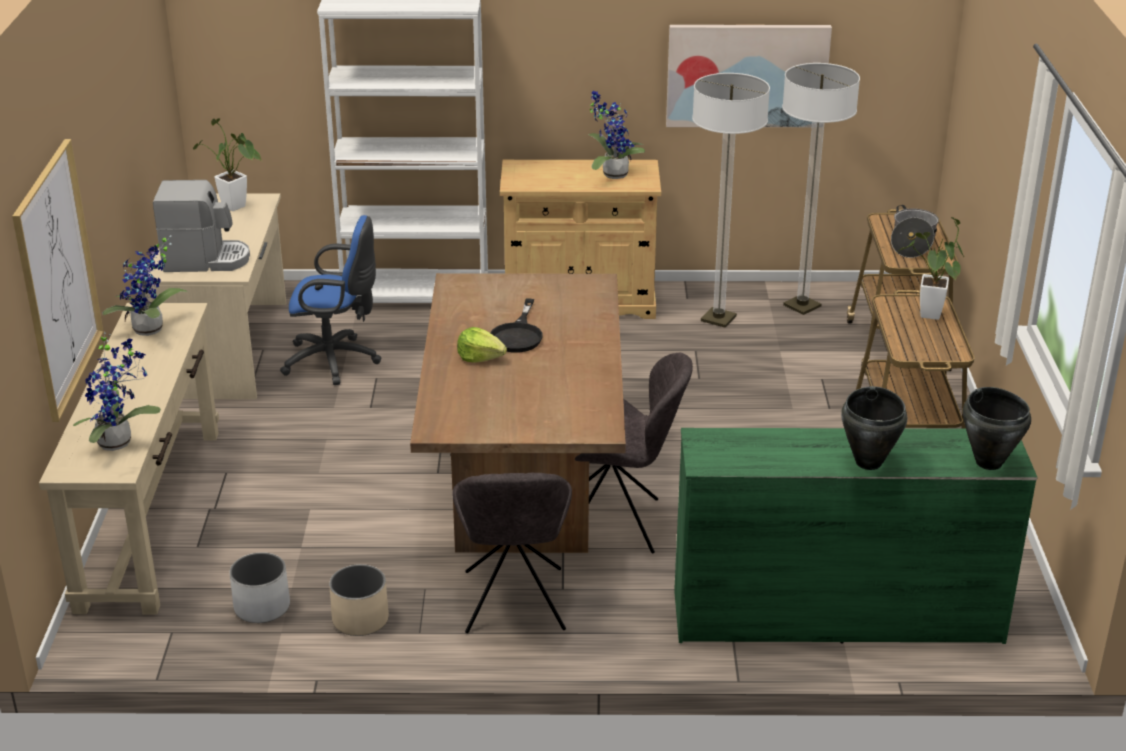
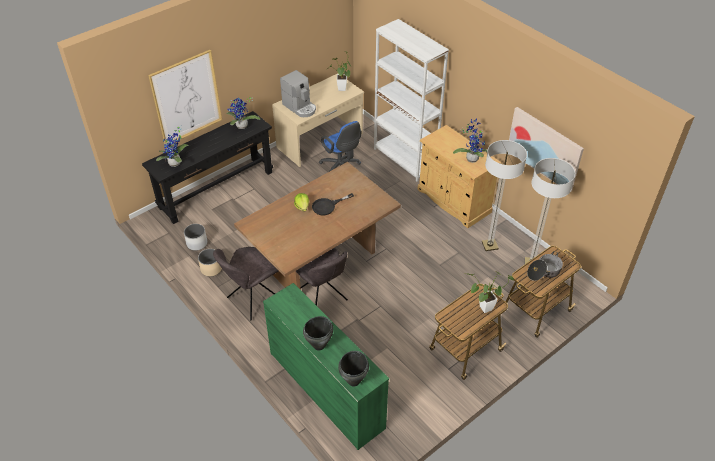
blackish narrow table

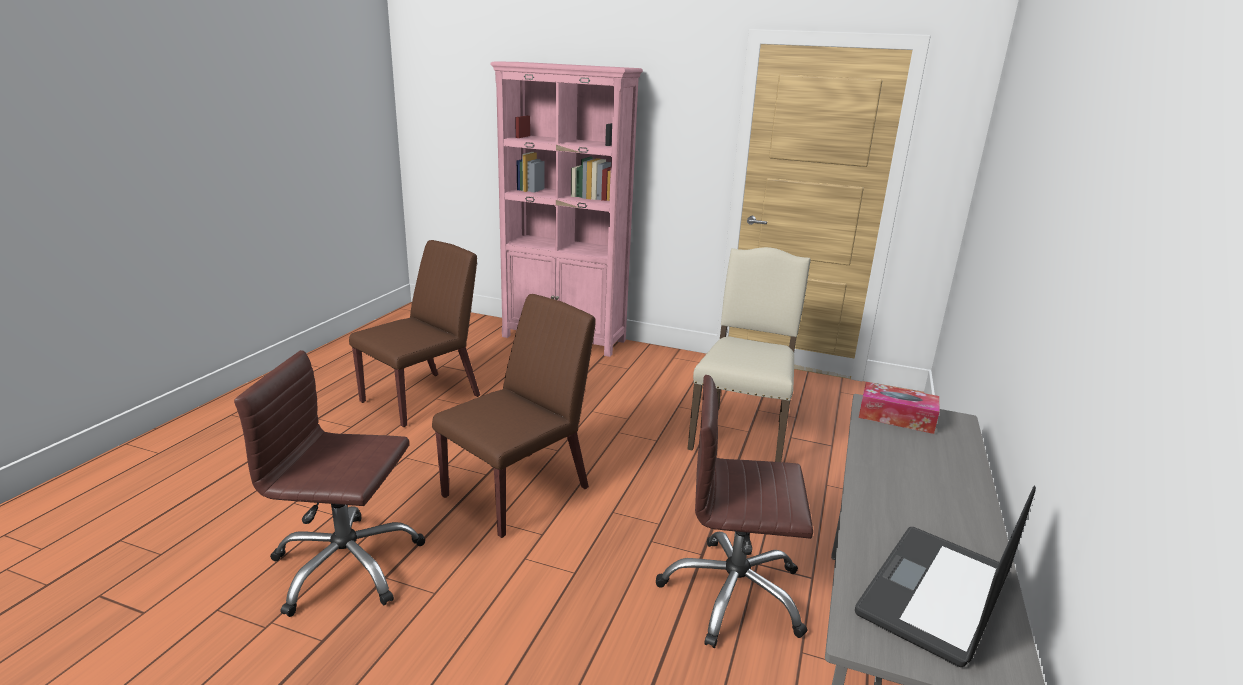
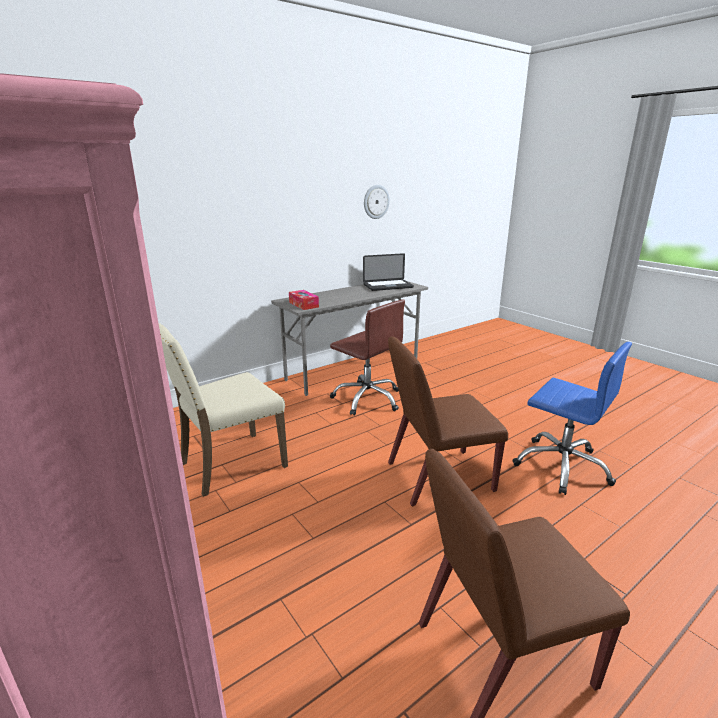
clock on the wall
blue desk chair

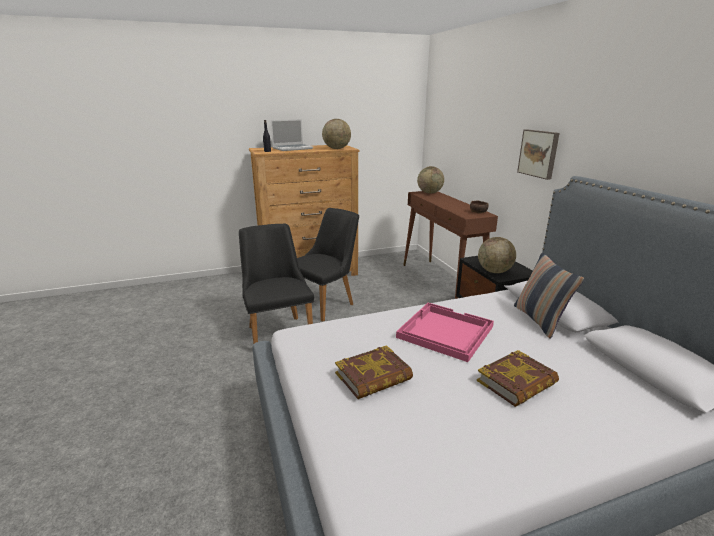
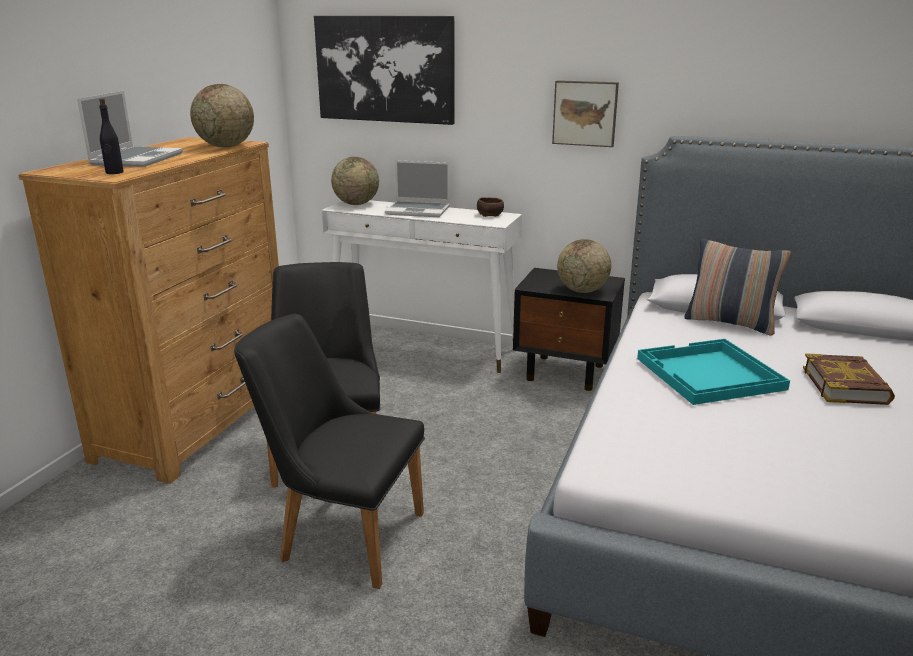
volume (1st from left in the first image)
picture (1st from left)
portable computer (2nd from left)
blue-green serving tray
white narrow table

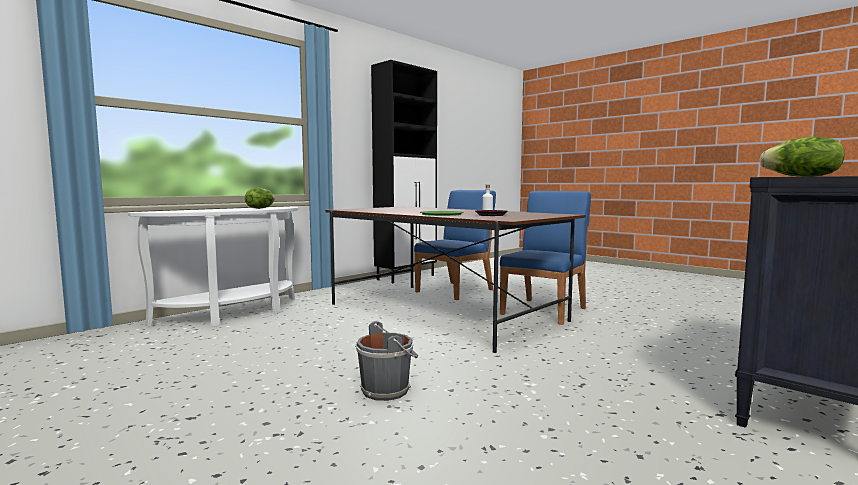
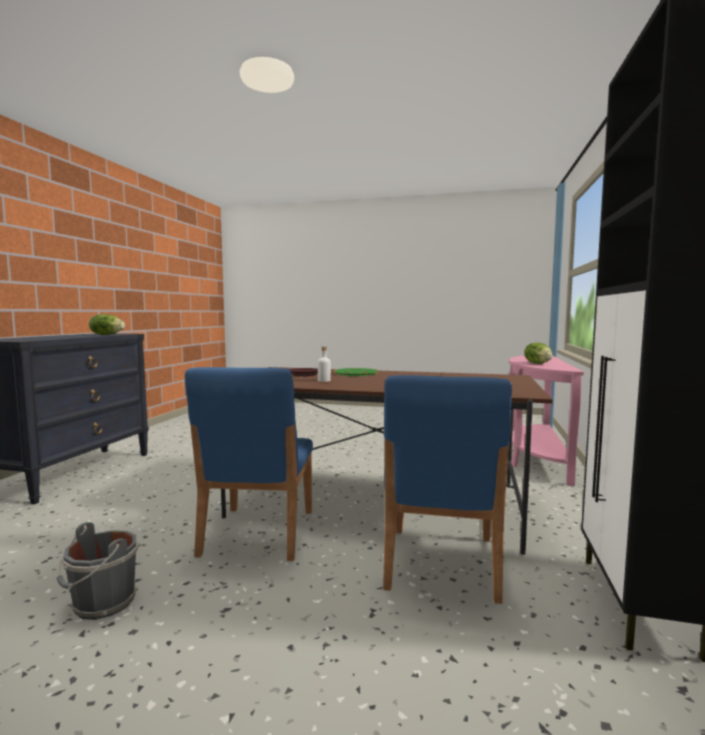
grey water bucket
pink-coloured narrow table

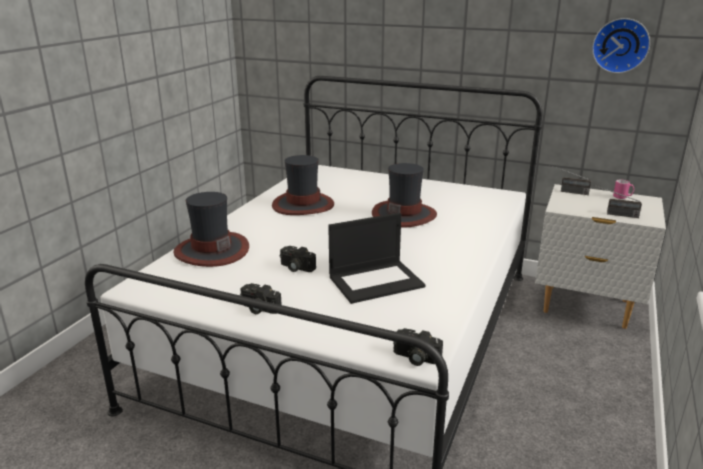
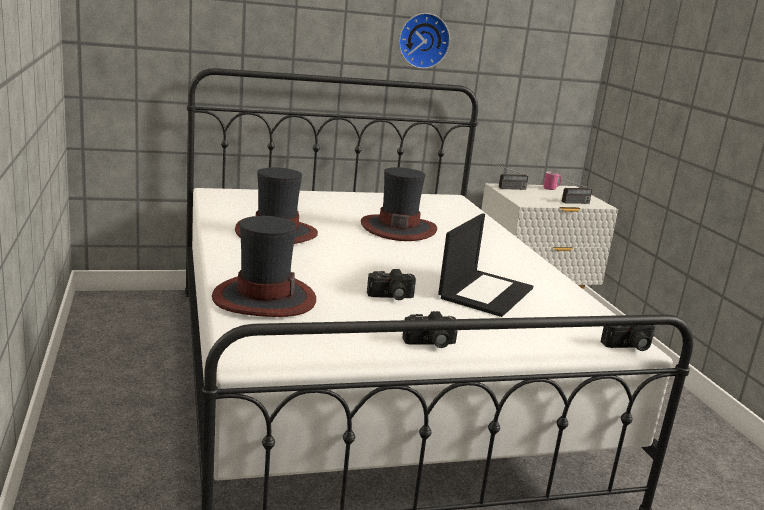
clock on the wall

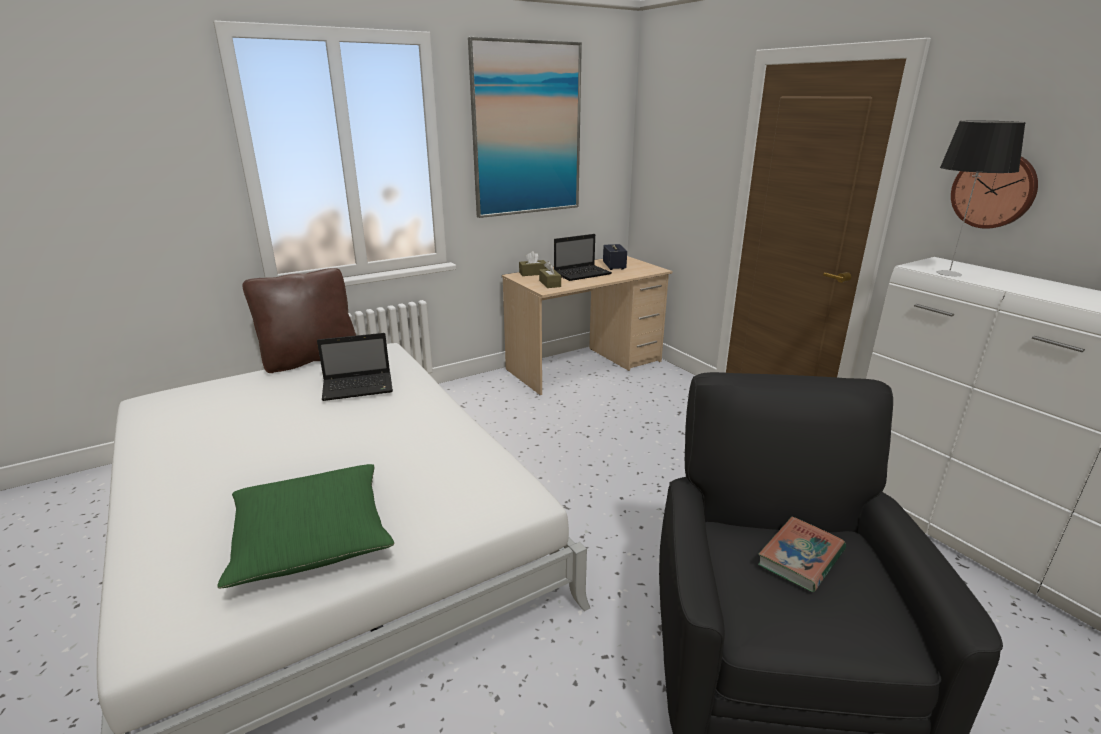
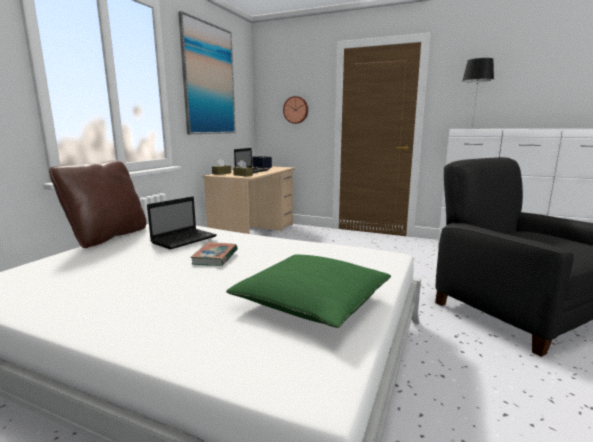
volume
clock on the wall

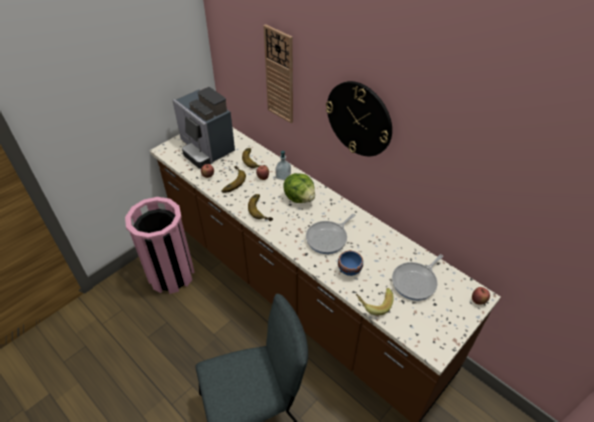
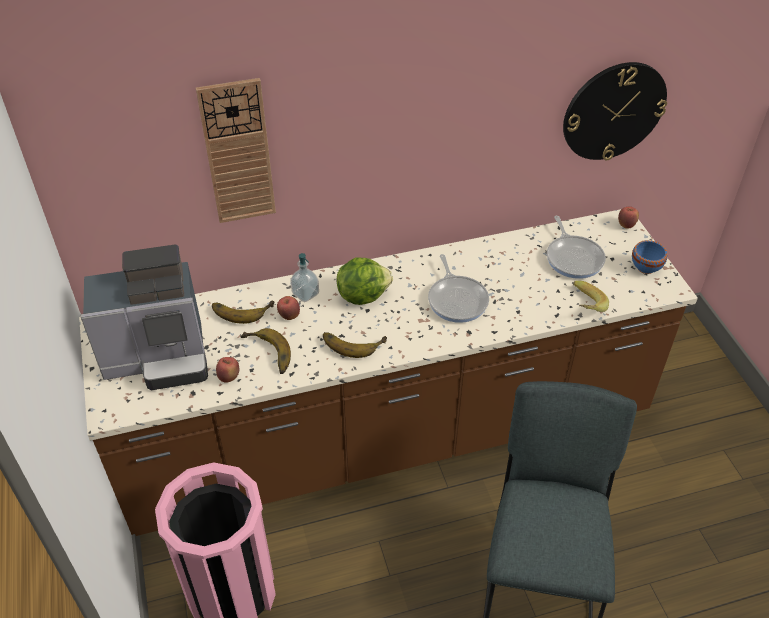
clock on the wall (2nd from left)
blue deep dish

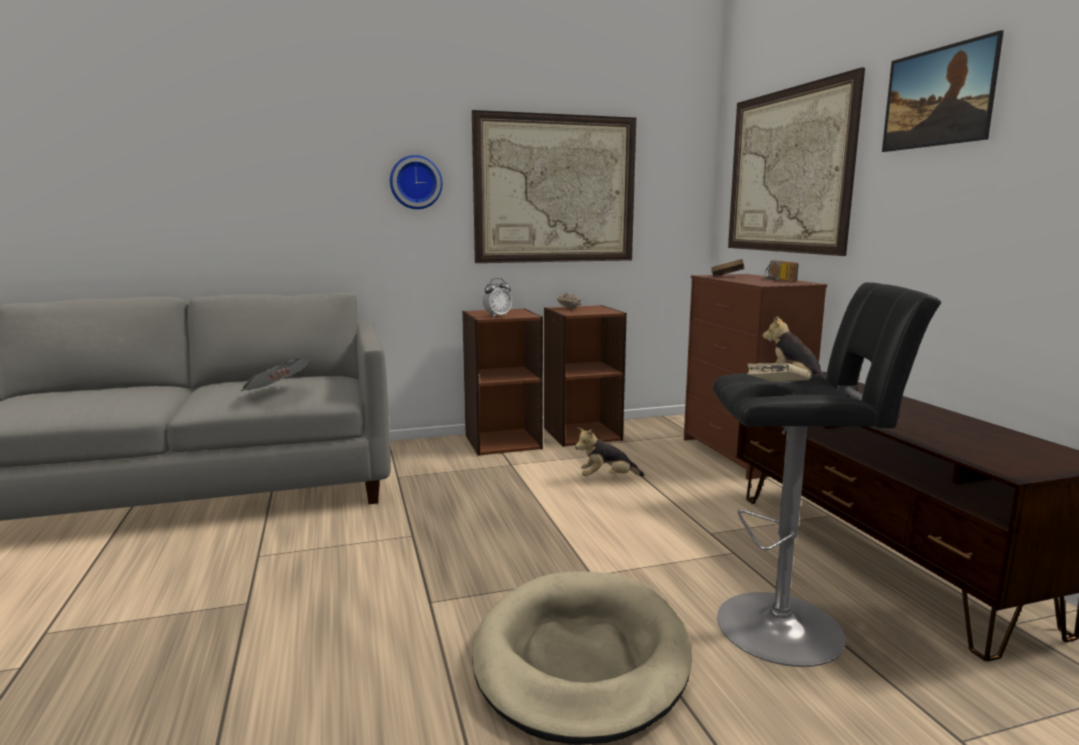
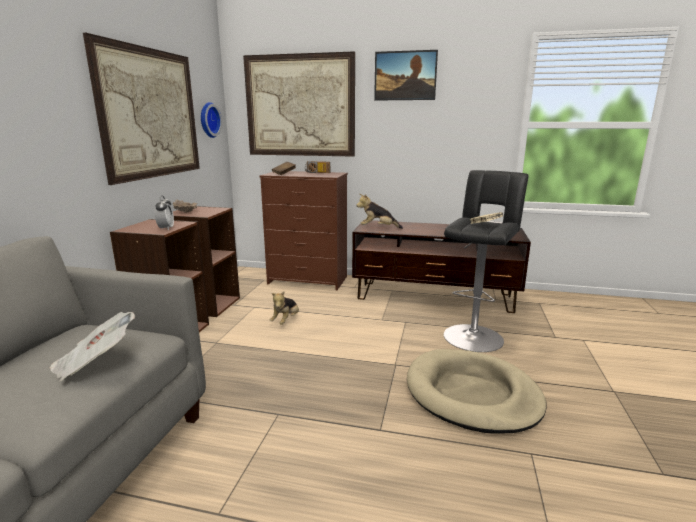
clock on the wall

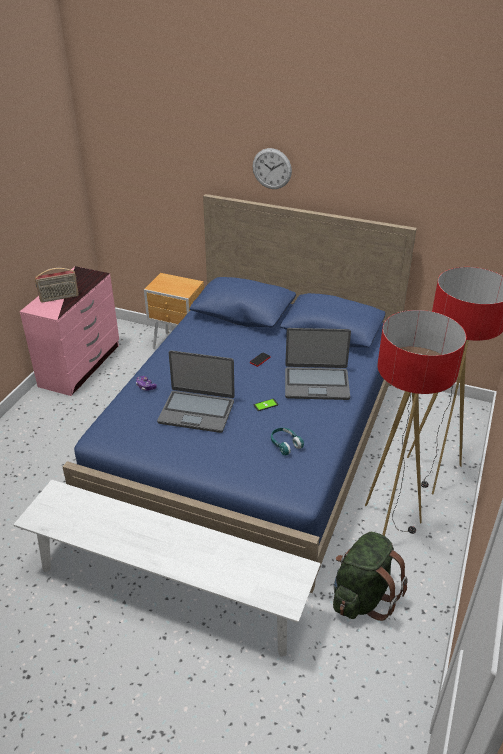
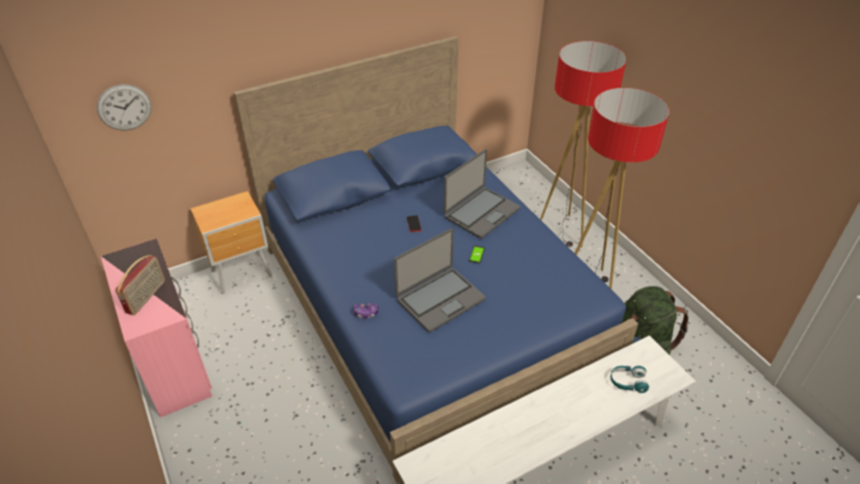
clock on the wall
blue-green headphones

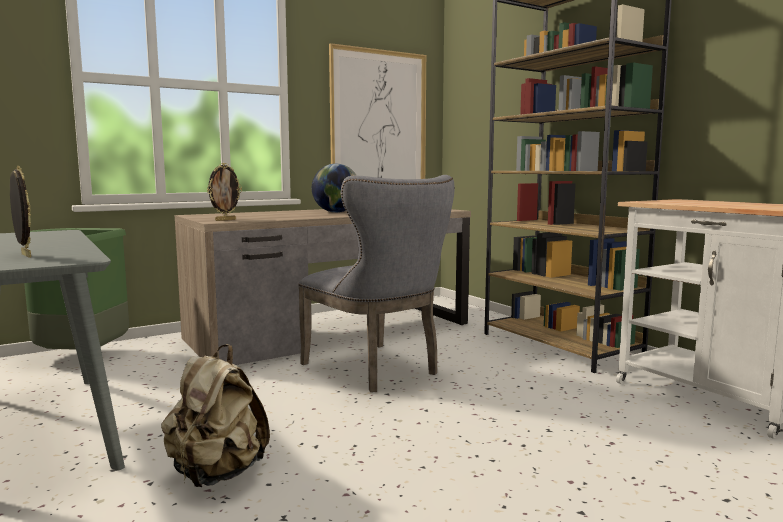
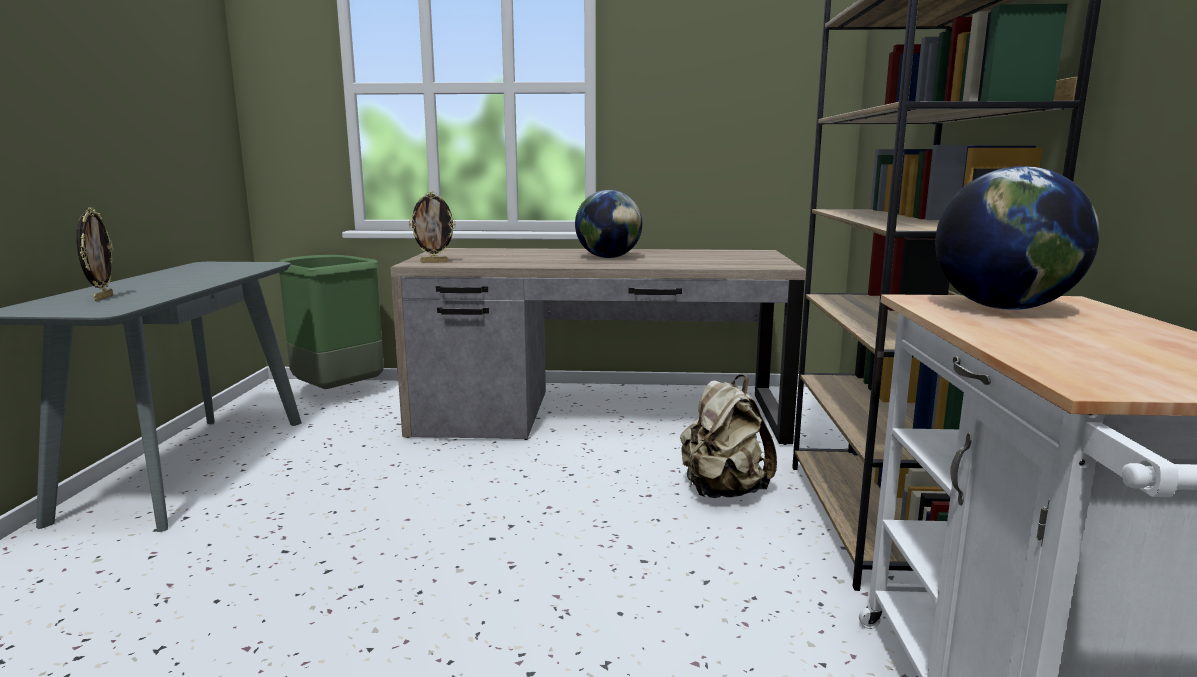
grey plain chair
picture
desk globe (2nd from left)
sand-coloured knapsack

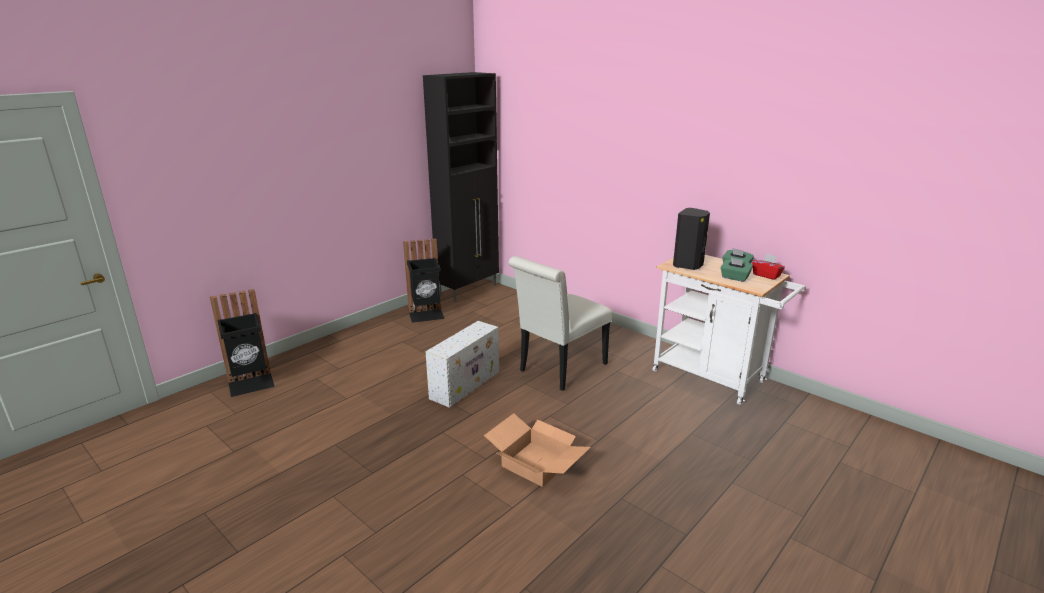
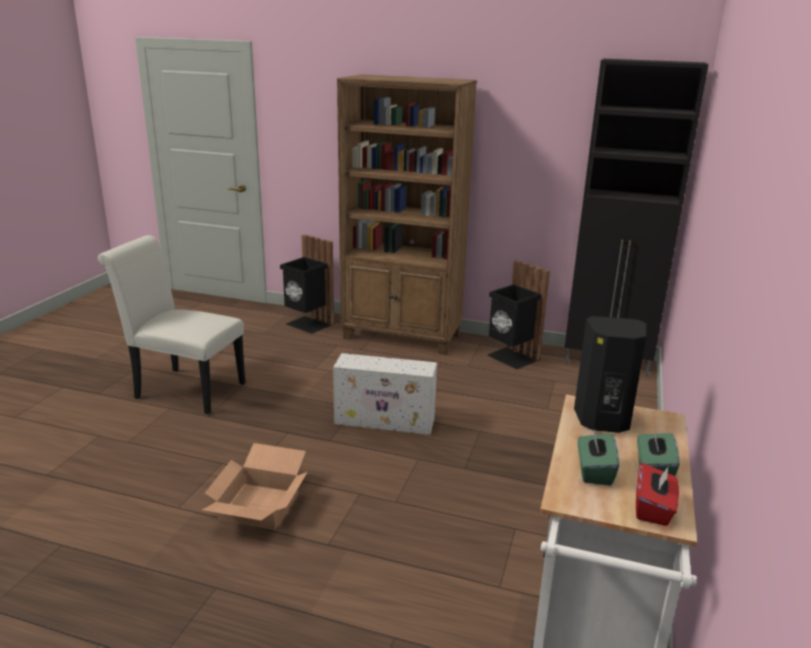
brown-coloured shelving unit
white plain chair

